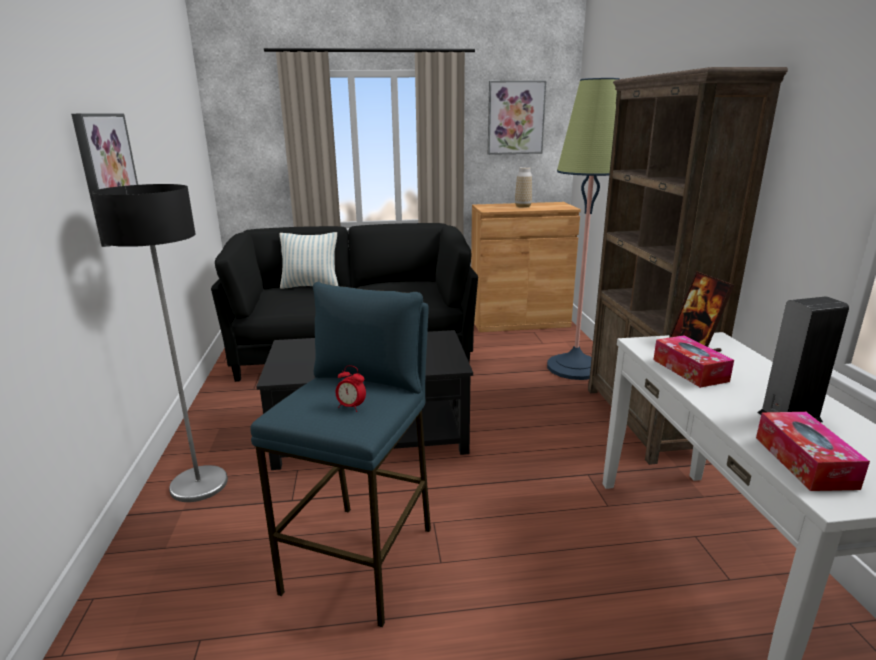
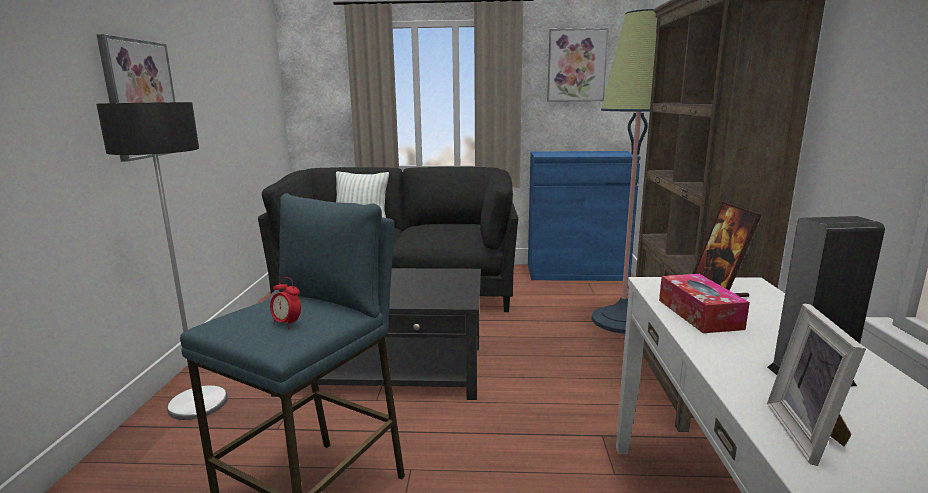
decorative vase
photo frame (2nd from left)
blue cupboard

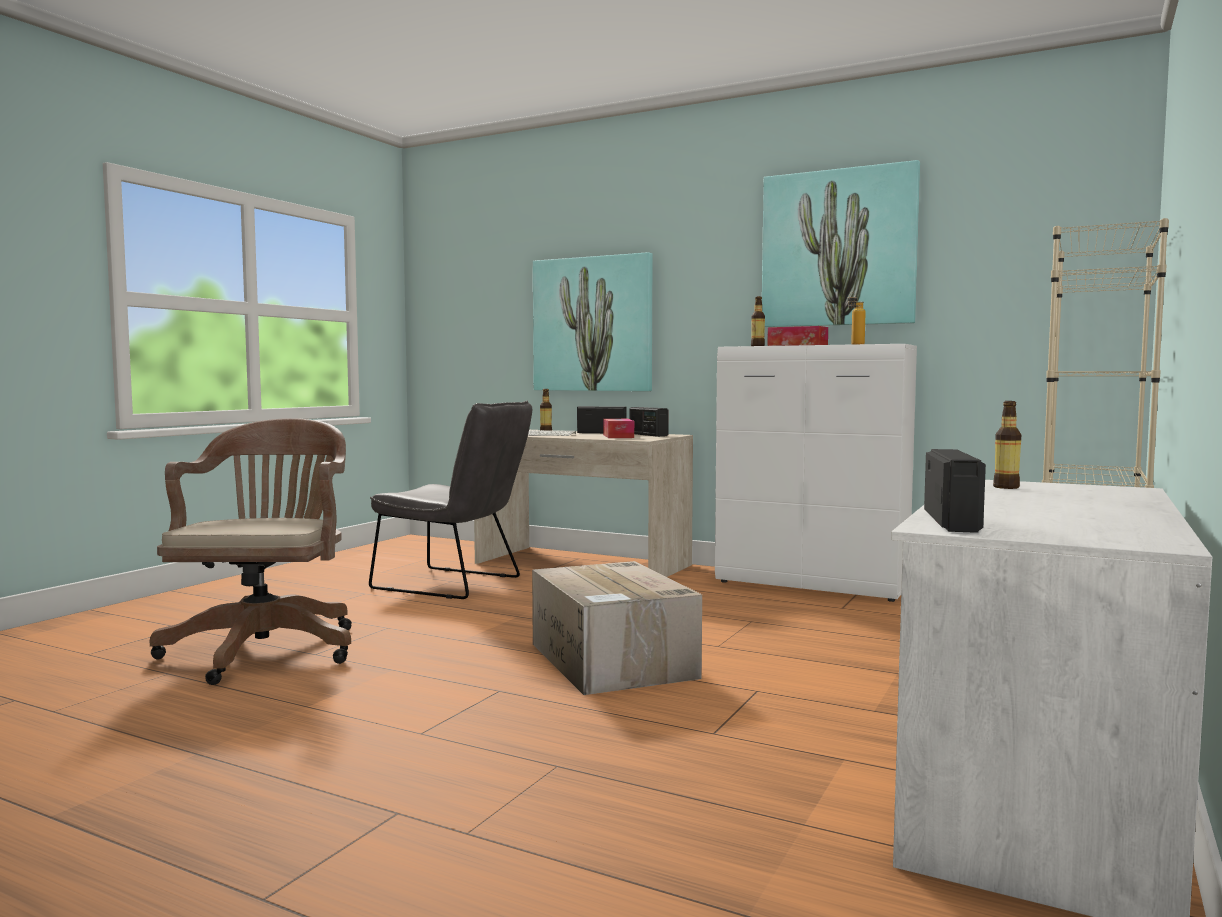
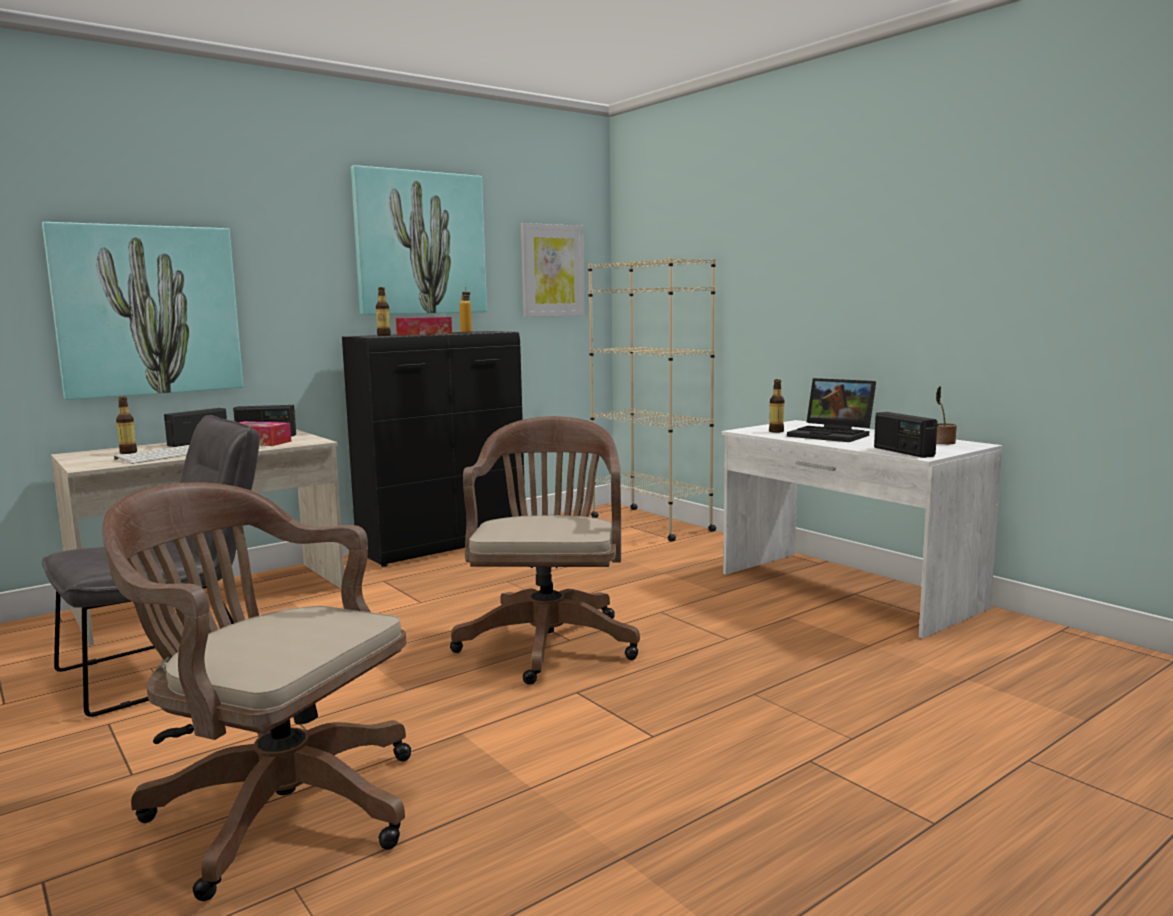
picture (3rd from left)
portable computer
plant in a pot
brown-coloured desk chair (2nd from left)
blackish cupboard
radio receiver (3rd from left)

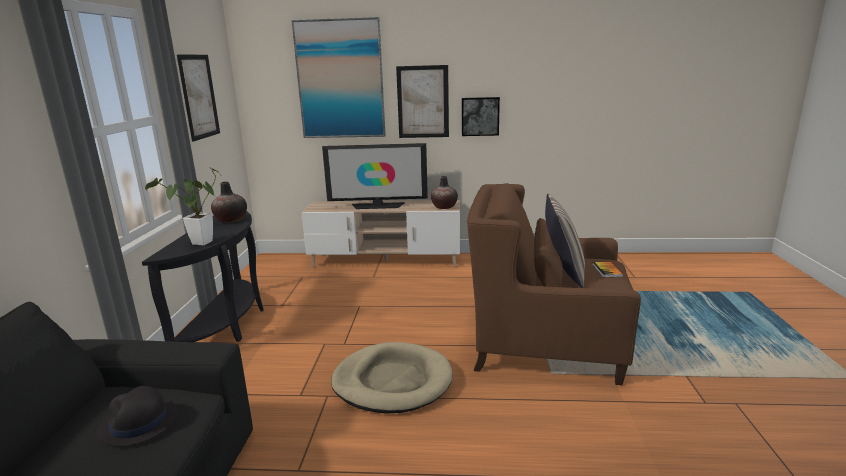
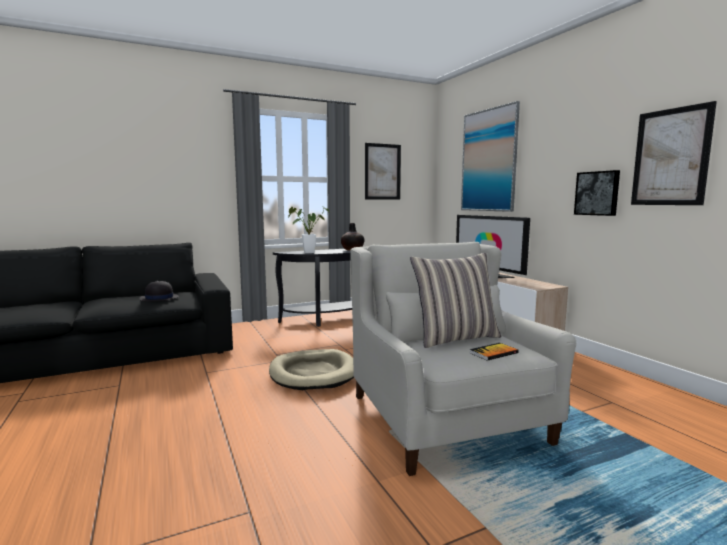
decorative vase (2nd from left in the first image)
picture (4th from left)
white armchair

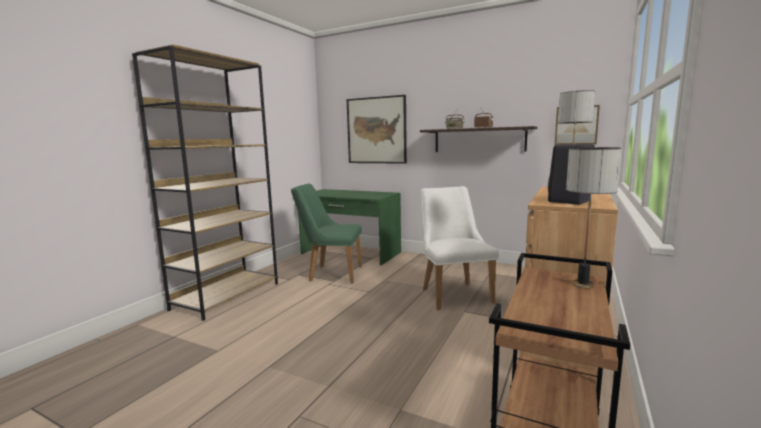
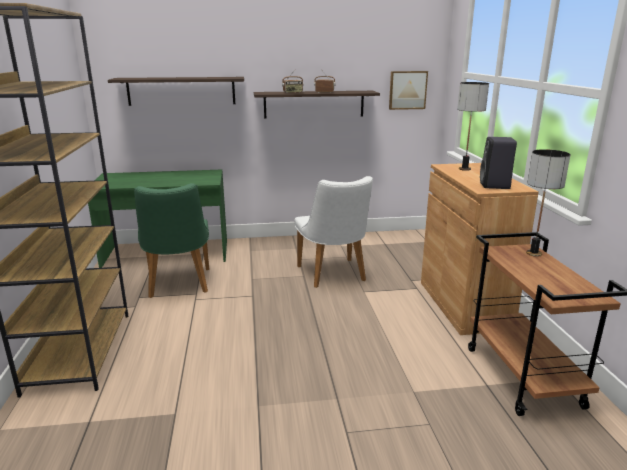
bracket shelf (1st from left)
green plain chair
white plain chair

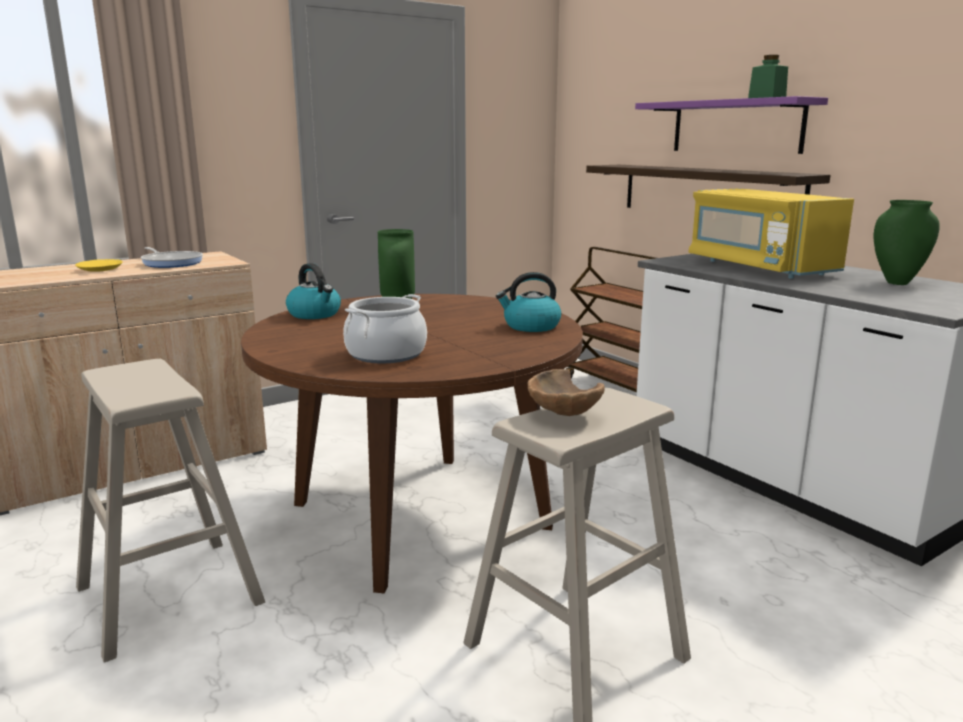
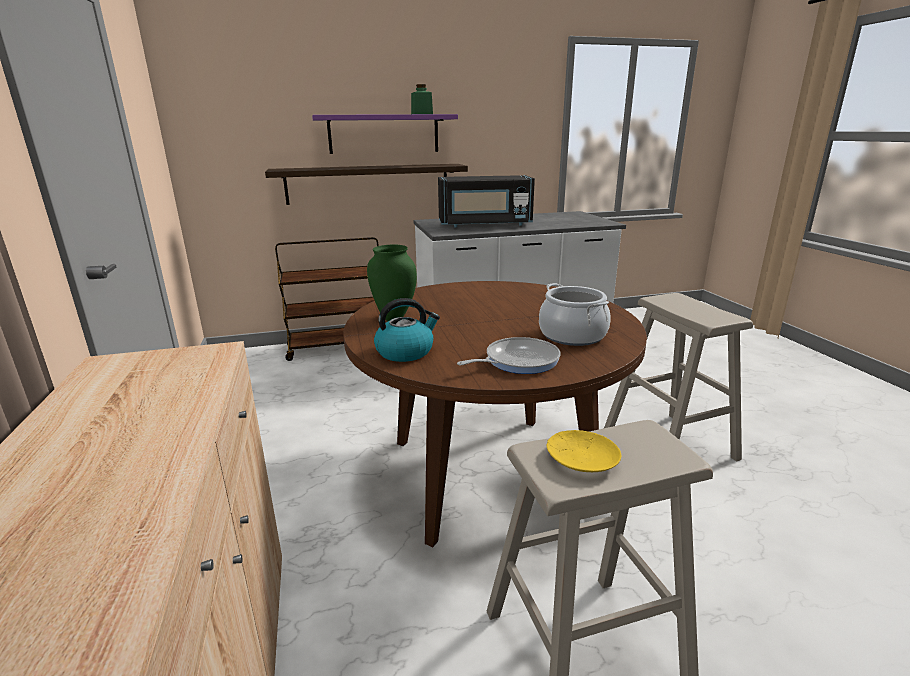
water kettle (2nd from left in the first image)
brown-coloured deep dish
green decorative vase (2nd from left in the first image)
yellow-coloured flat dish
skillet
blackish kitchen microwave

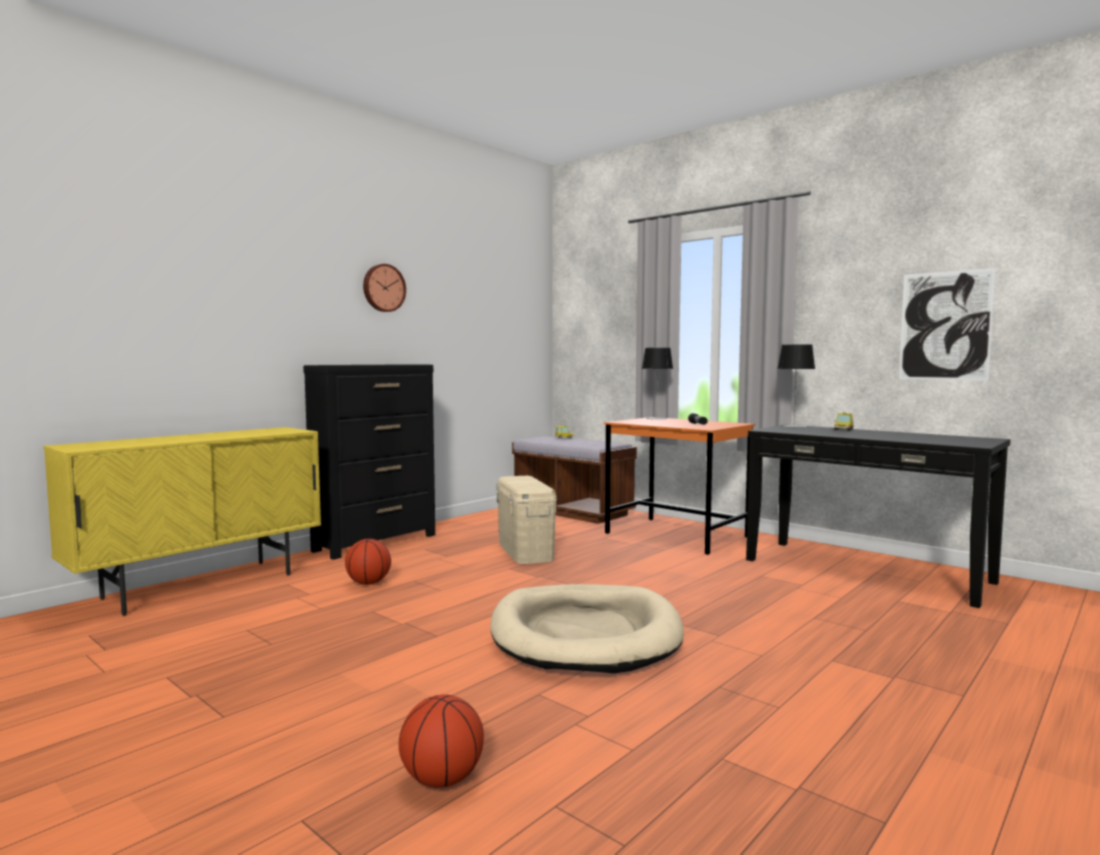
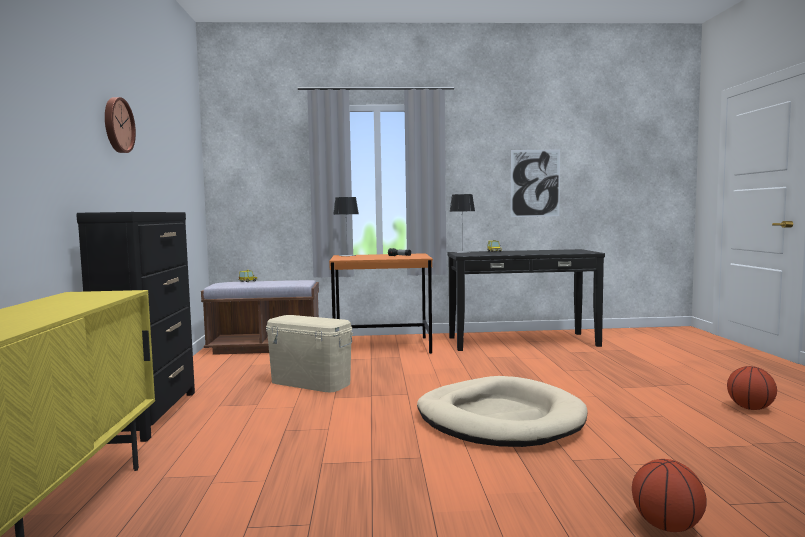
basketball ball (2nd from left)

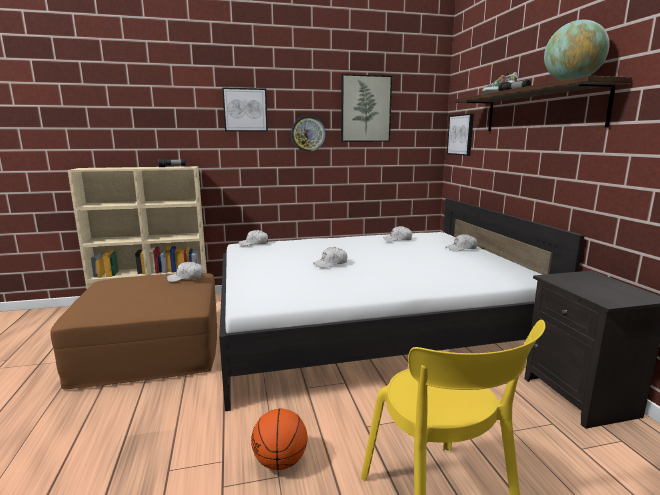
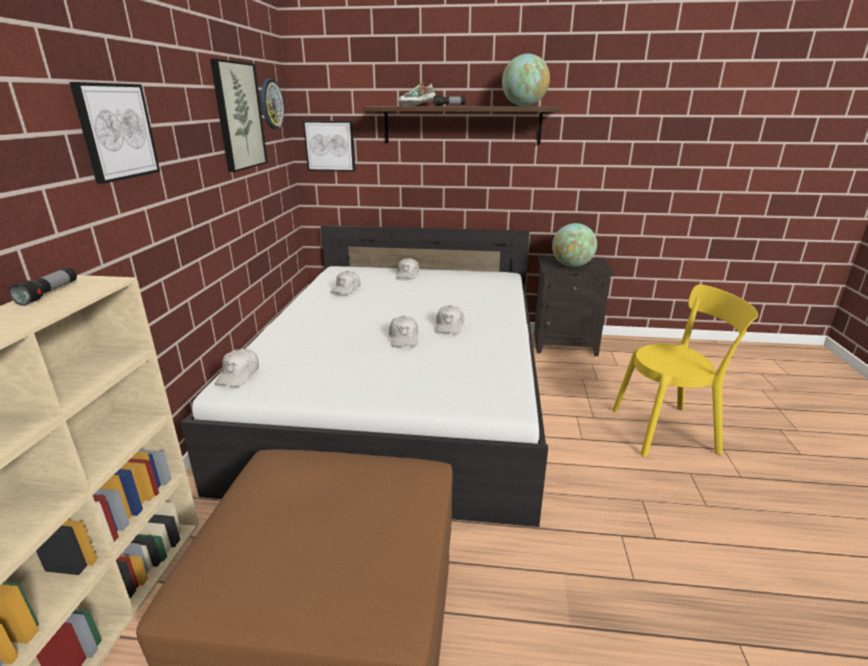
basketball ball
desk globe (2nd from left)
white peaked cap (5th from left)
clock on the wall

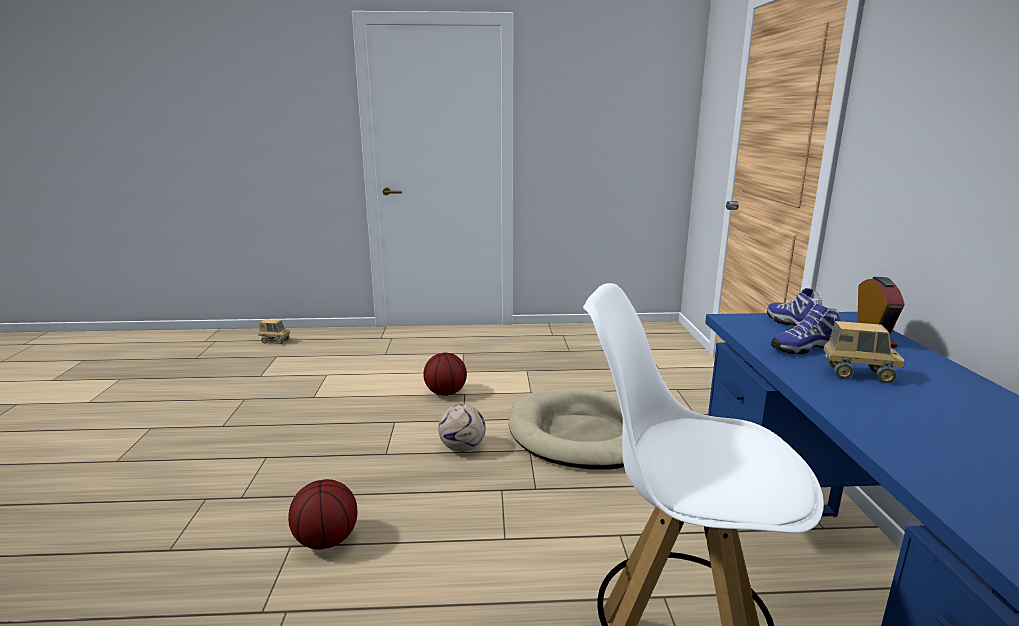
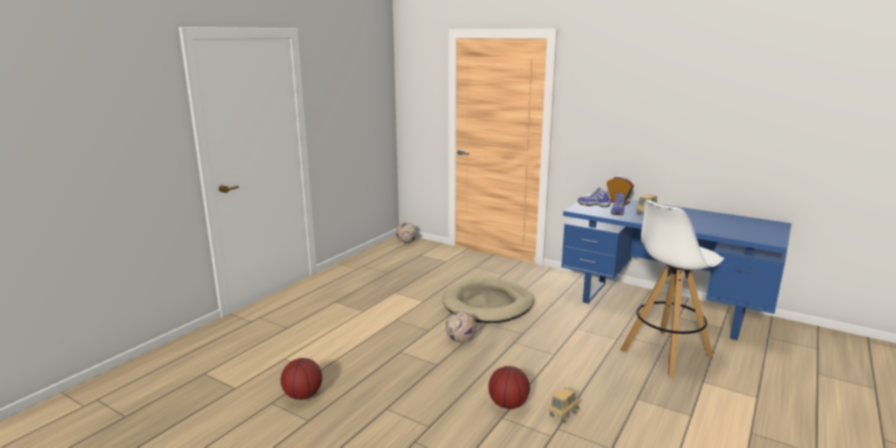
football (1st from left)
model truck (1st from left)
basketball ball (1st from left)

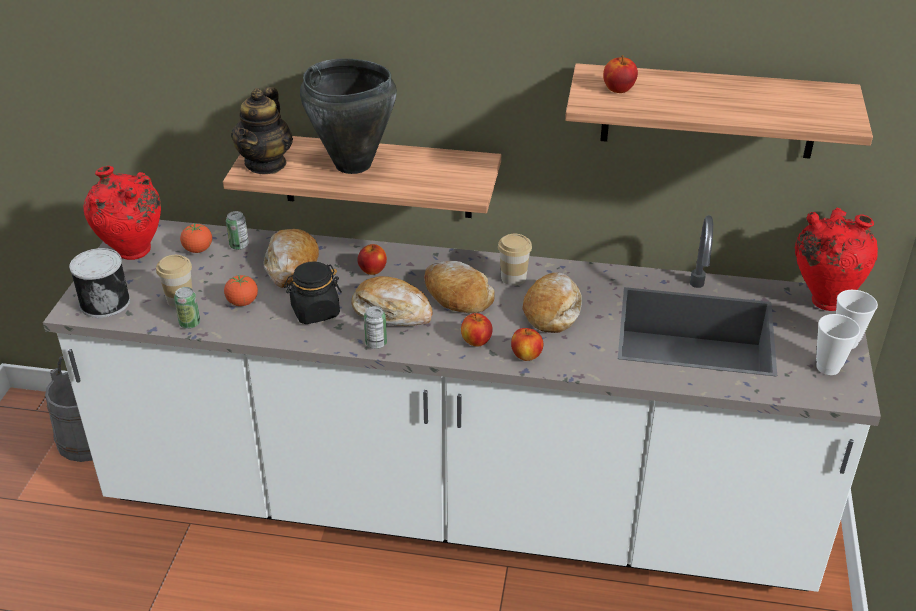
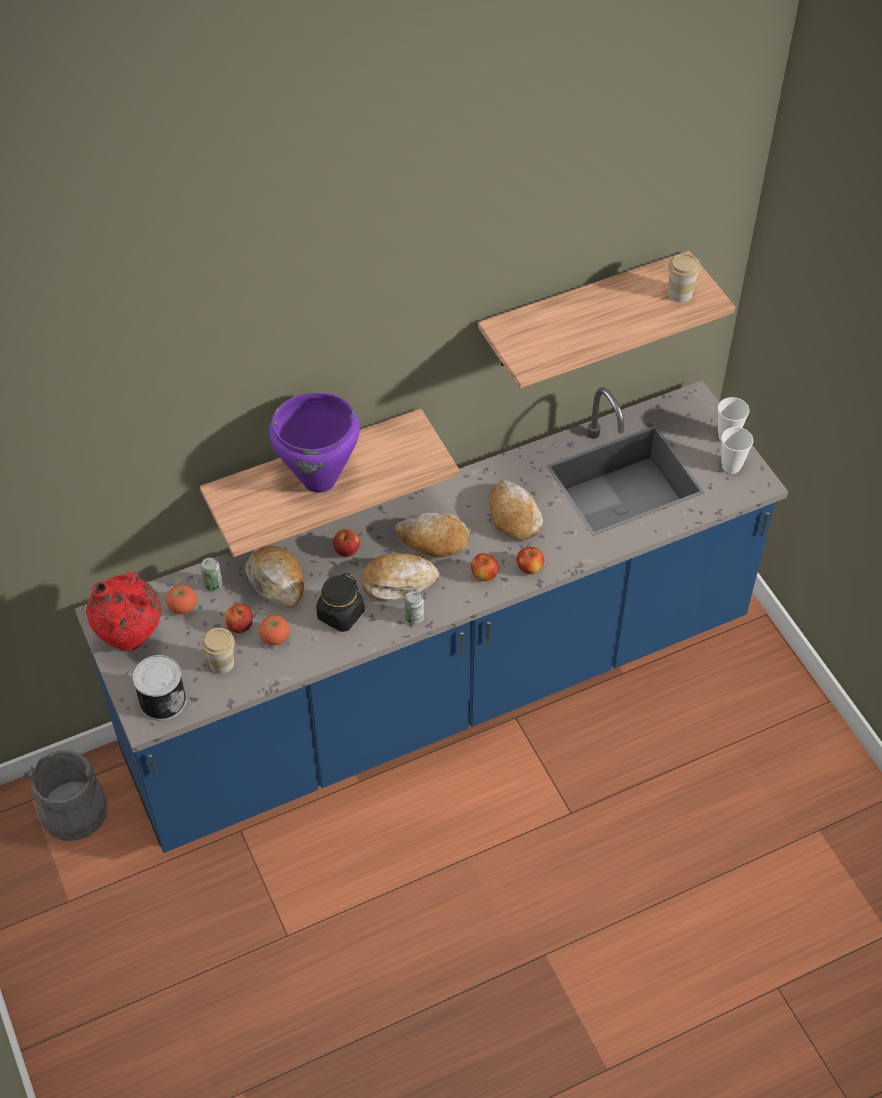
can (2nd from left in the first image)
tea pot
red decorative vase (2nd from left in the first image)
small cup (2nd from left)
apple fruit (1st from left)
blue kitchen base unit
purple-coloured stockpot

